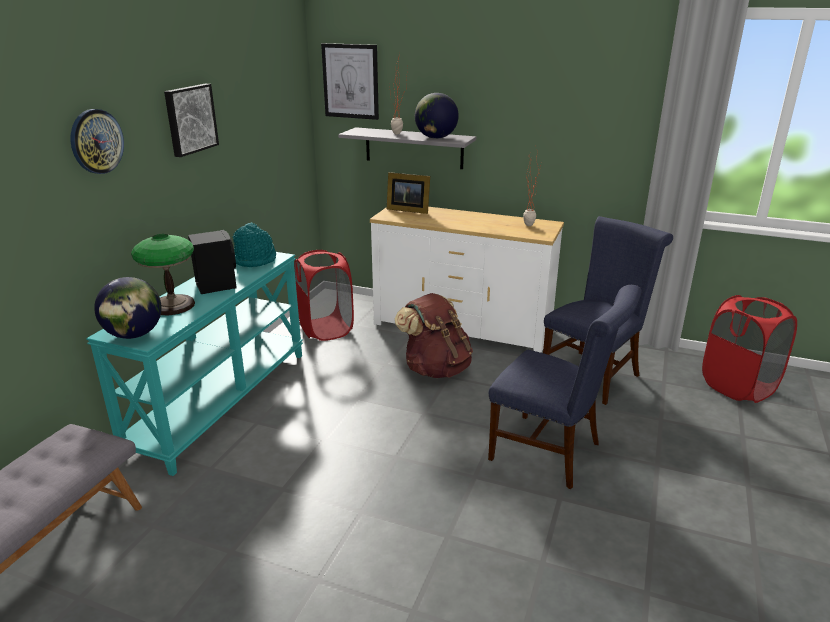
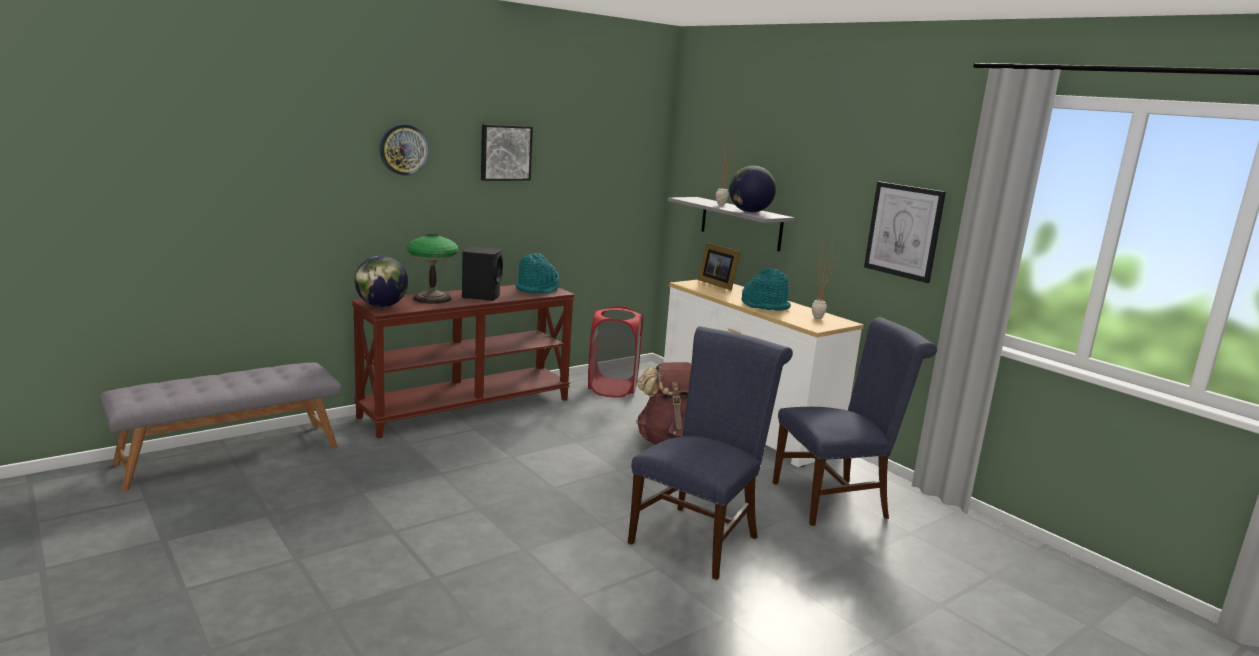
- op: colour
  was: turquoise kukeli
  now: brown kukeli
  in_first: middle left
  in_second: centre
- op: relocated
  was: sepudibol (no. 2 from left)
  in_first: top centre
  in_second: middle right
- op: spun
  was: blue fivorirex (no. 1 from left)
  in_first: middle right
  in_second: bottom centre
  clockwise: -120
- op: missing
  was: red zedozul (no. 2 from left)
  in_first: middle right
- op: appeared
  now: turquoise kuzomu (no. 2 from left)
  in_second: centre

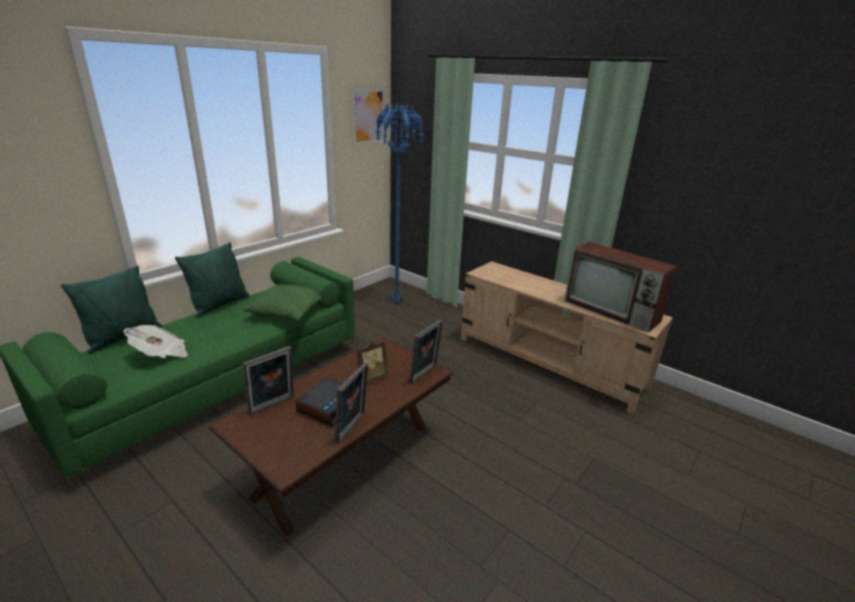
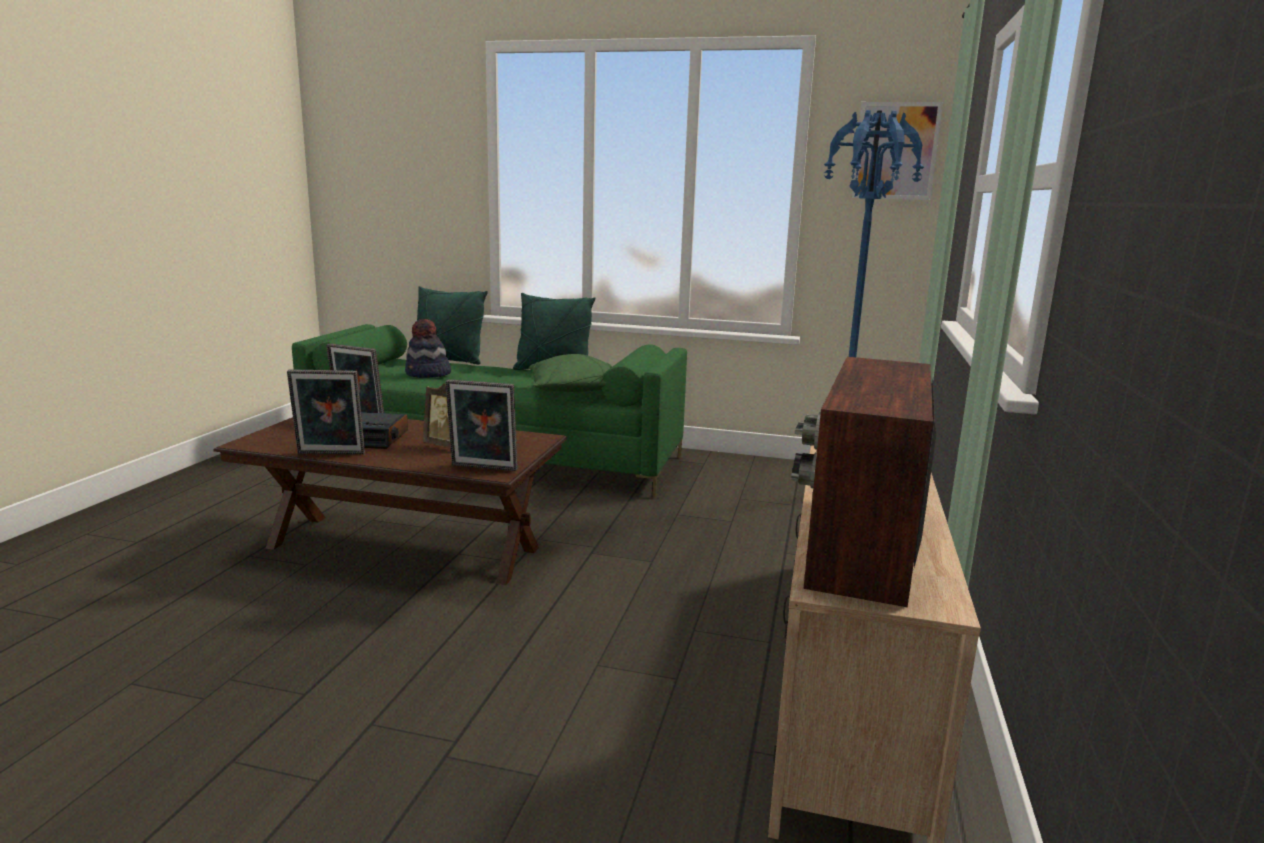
- op: exchanged
  was: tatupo
  now: kuzomu
  in_first: middle left
  in_second: centre

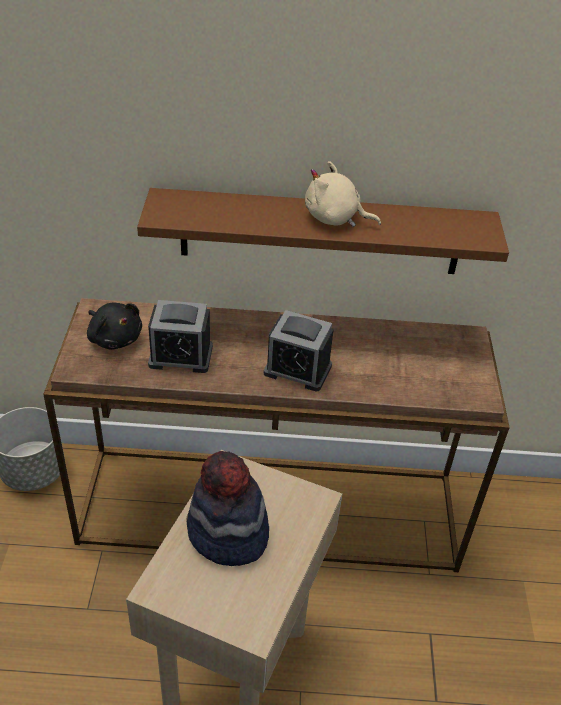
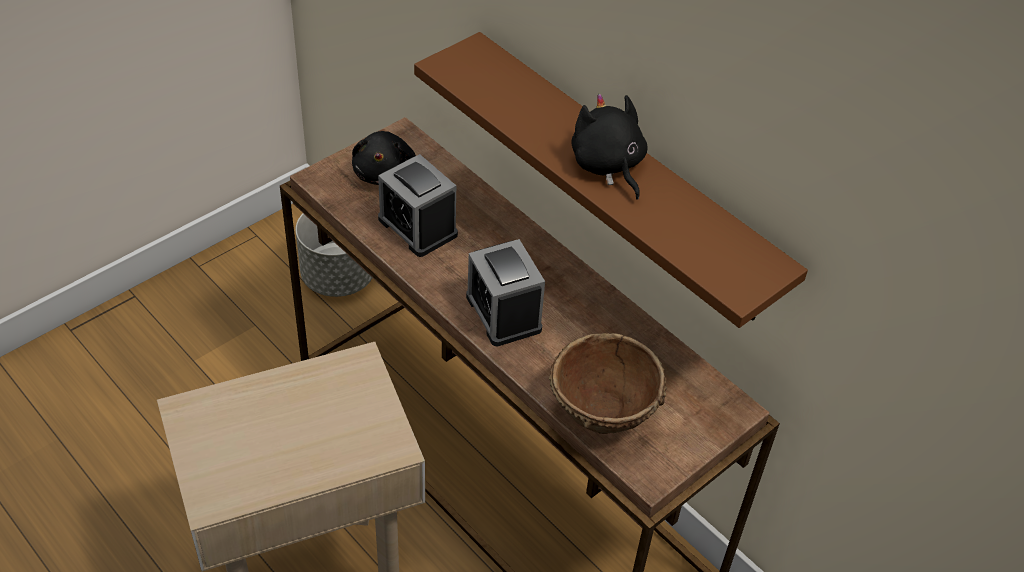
- op: missing
  was: kuzomu
  in_first: bottom centre
- op: colour
  was: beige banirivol
  now: black banirivol (no. 2 from left)
  in_first: top centre
  in_second: top centre
- op: appeared
  now: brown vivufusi
  in_second: bottom centre

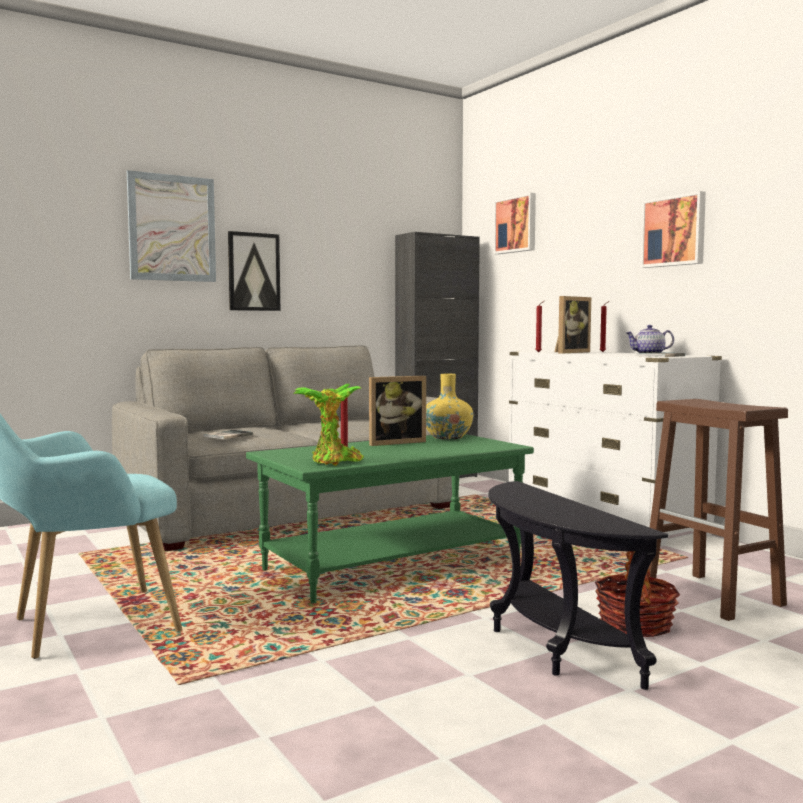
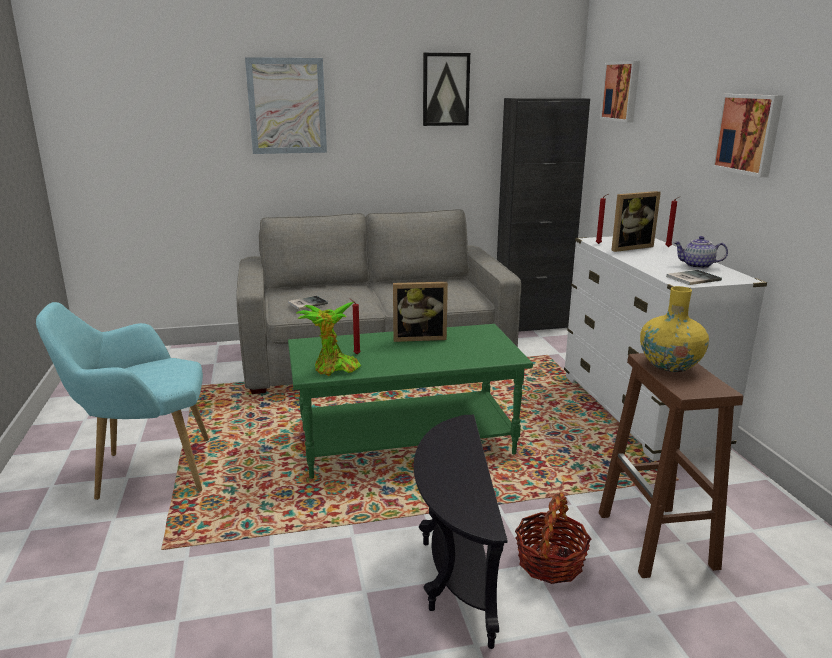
- op: relocated
  was: sepudibol (no. 2 from left)
  in_first: middle left
  in_second: top centre
- op: relocated
  was: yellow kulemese
  in_first: centre
  in_second: middle right

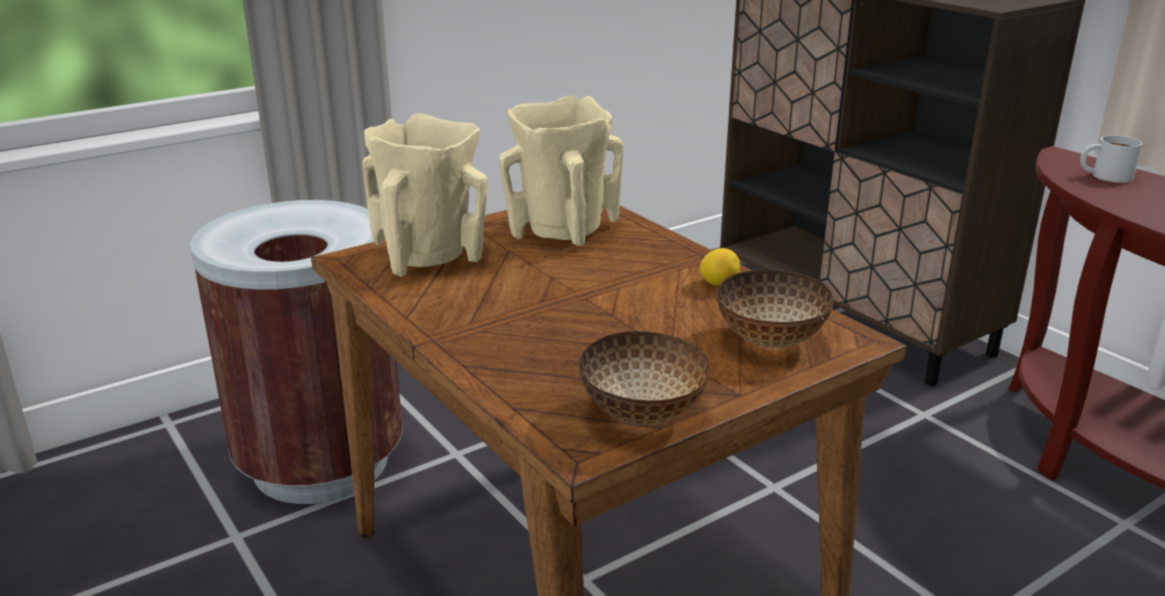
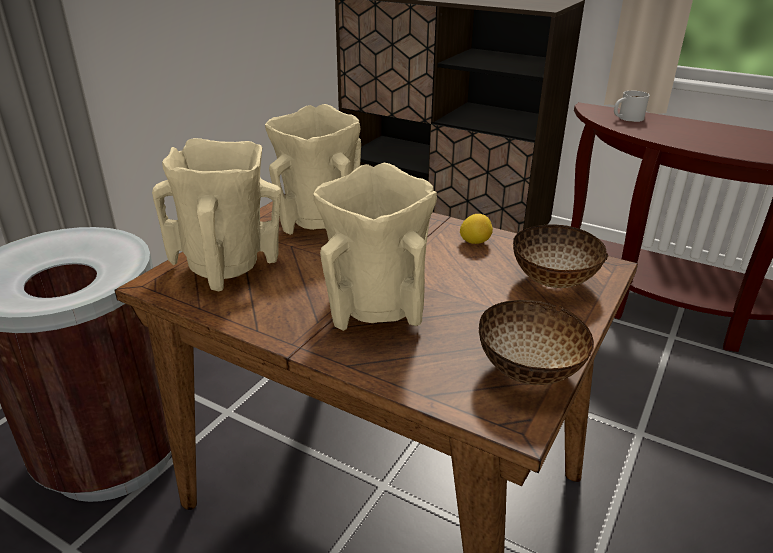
- op: appeared
  now: beige kulemese (no. 3 from left)
  in_second: centre

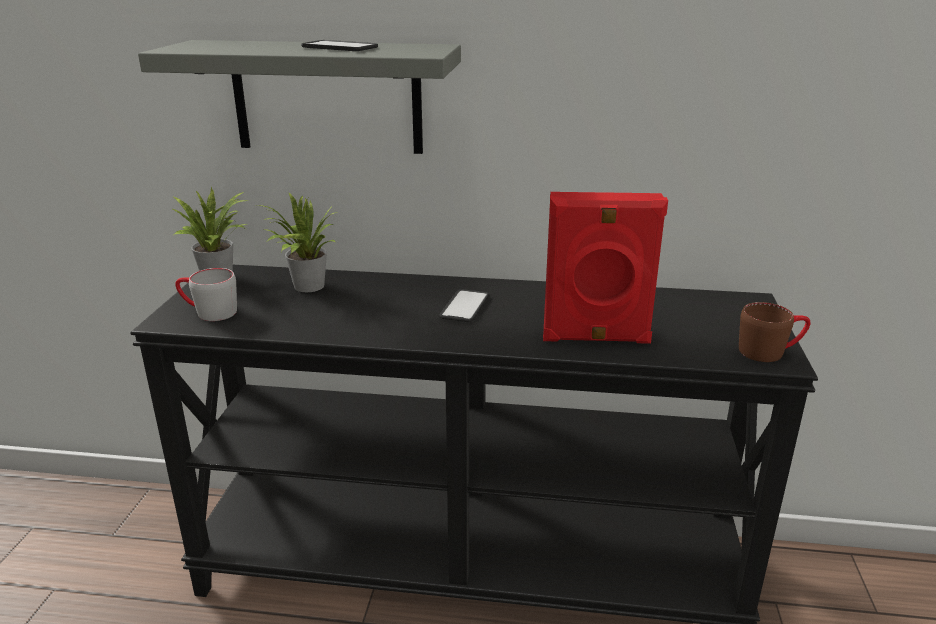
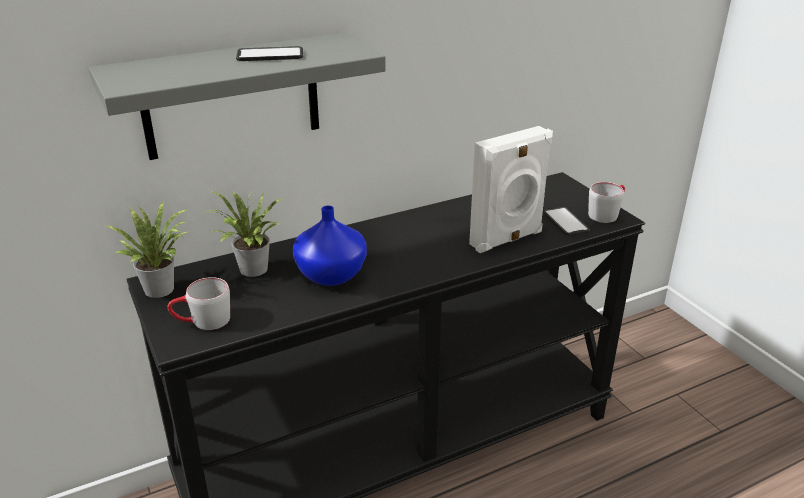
- op: relocated
  was: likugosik (no. 2 from left)
  in_first: centre
  in_second: middle right
- op: colour
  was: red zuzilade
  now: white zuzilade
  in_first: centre
  in_second: centre
- op: colour
  was: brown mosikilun
  now: grey mosikilun (no. 2 from left)
  in_first: middle right
  in_second: middle right
- op: appeared
  now: blue kulemese
  in_second: centre

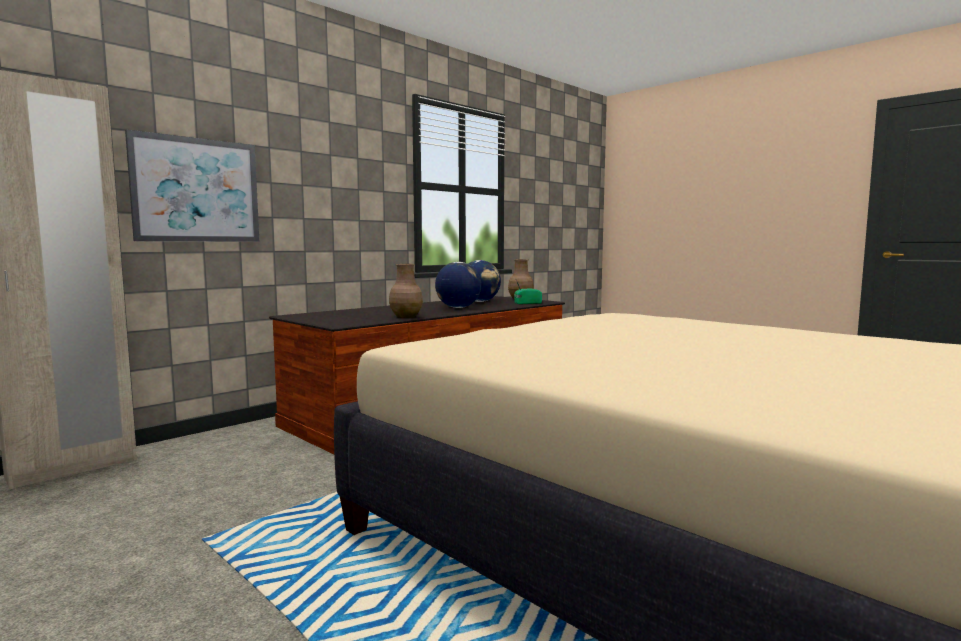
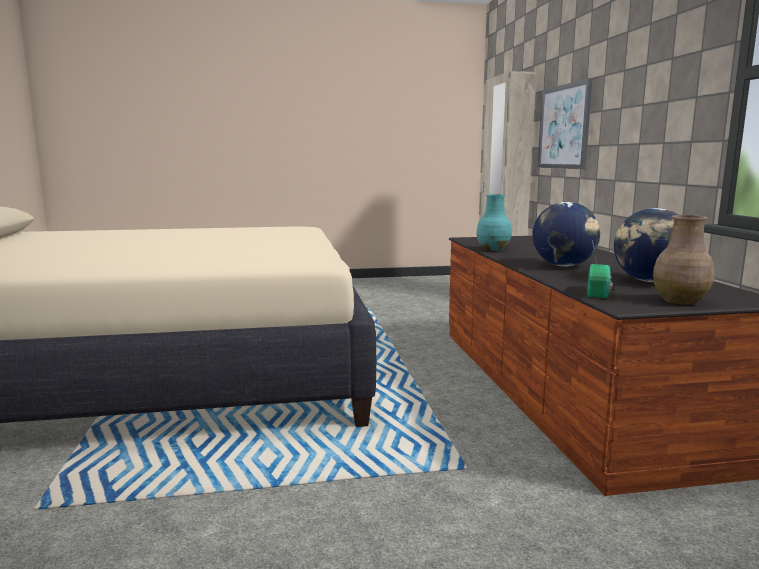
- op: colour
  was: brown kulemese (no. 1 from left)
  now: turquoise kulemese
  in_first: centre
  in_second: centre

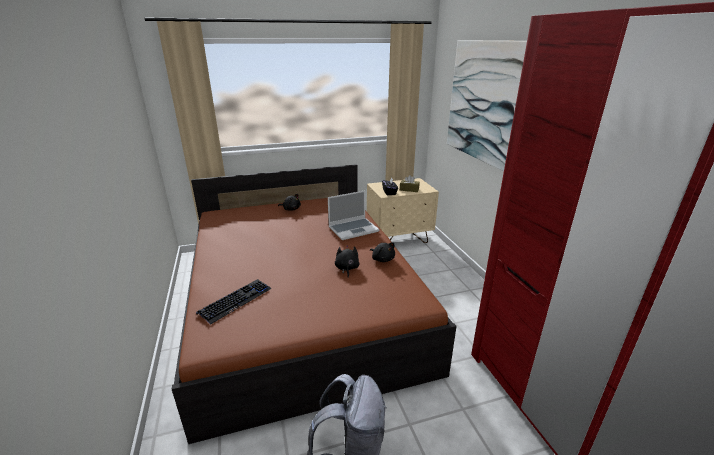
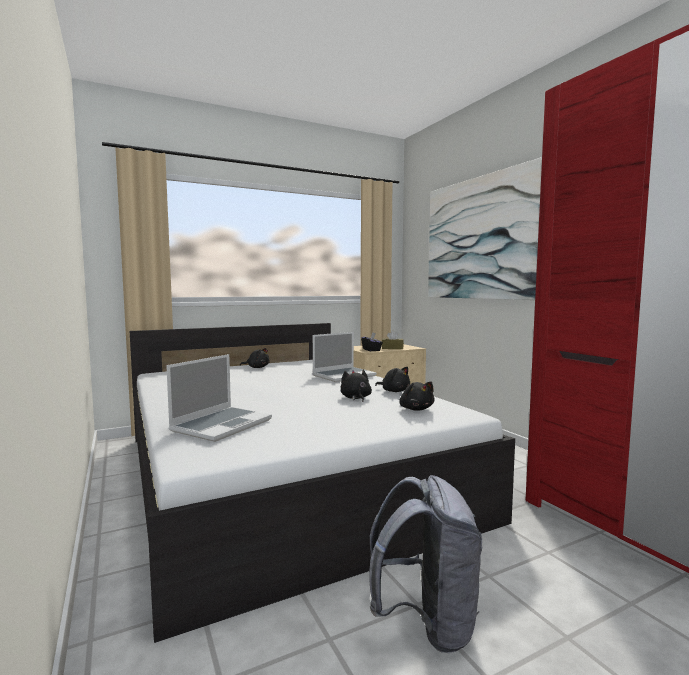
- op: colour
  was: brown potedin
  now: white potedin
  in_first: bottom centre
  in_second: bottom centre
- op: exchanged
  was: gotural
  now: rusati (no. 1 from left)
  in_first: middle left
  in_second: middle left
- op: appeared
  now: black banirivol (no. 4 from left)
  in_second: centre

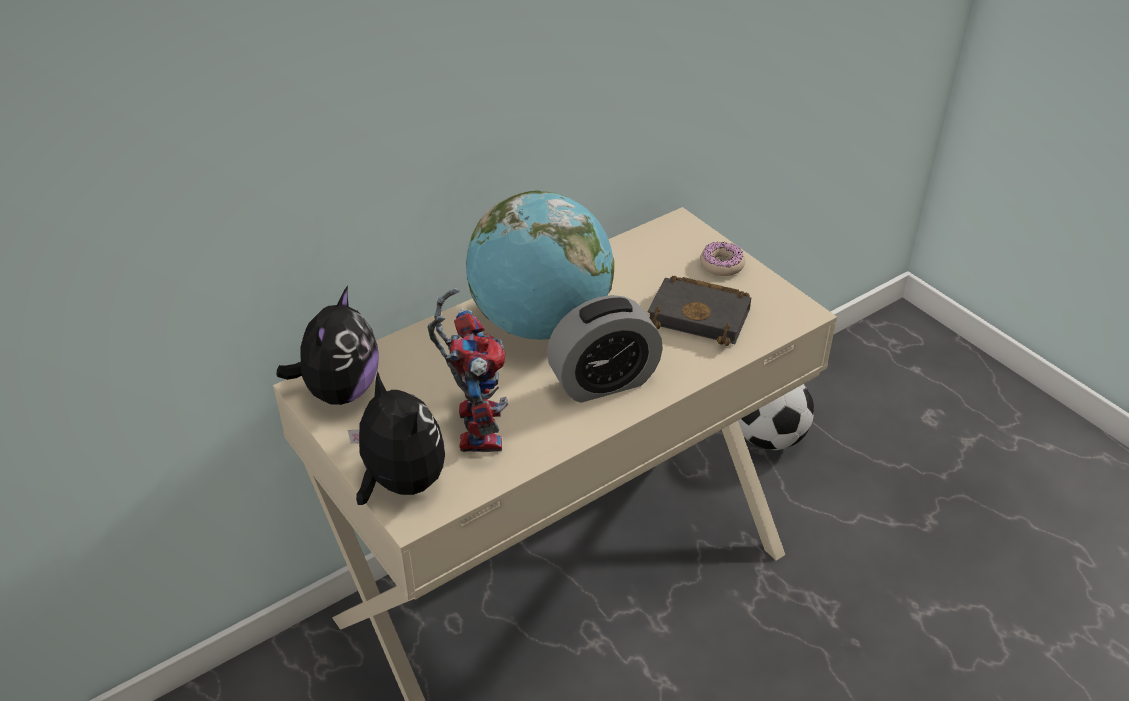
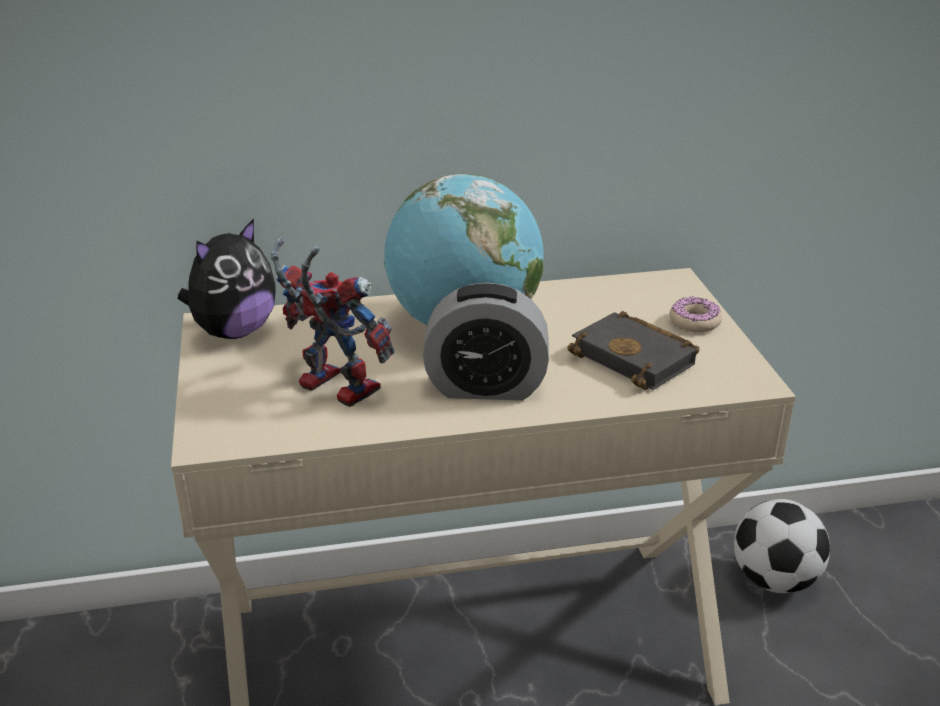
- op: missing
  was: banirivol (no. 2 from left)
  in_first: centre
- op: spun
  was: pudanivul
  in_first: centre
  in_second: centre
  clockwise: -75

